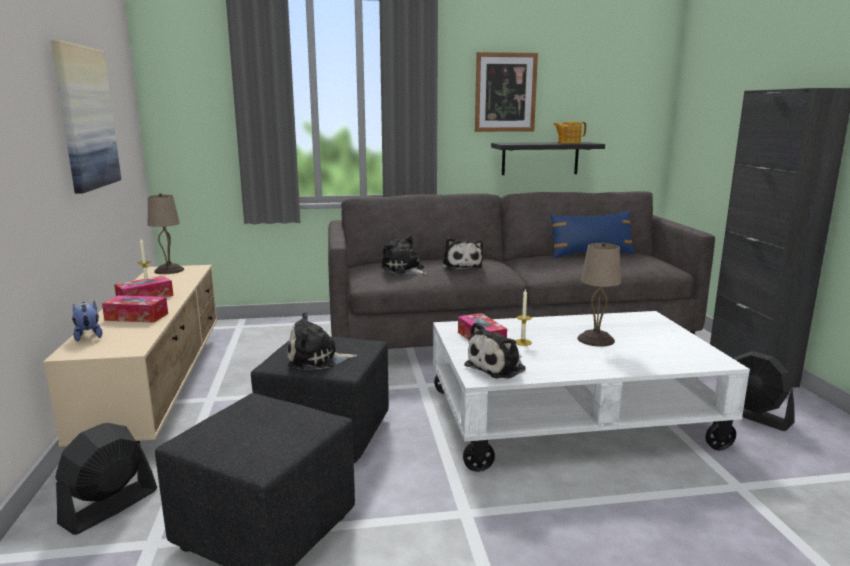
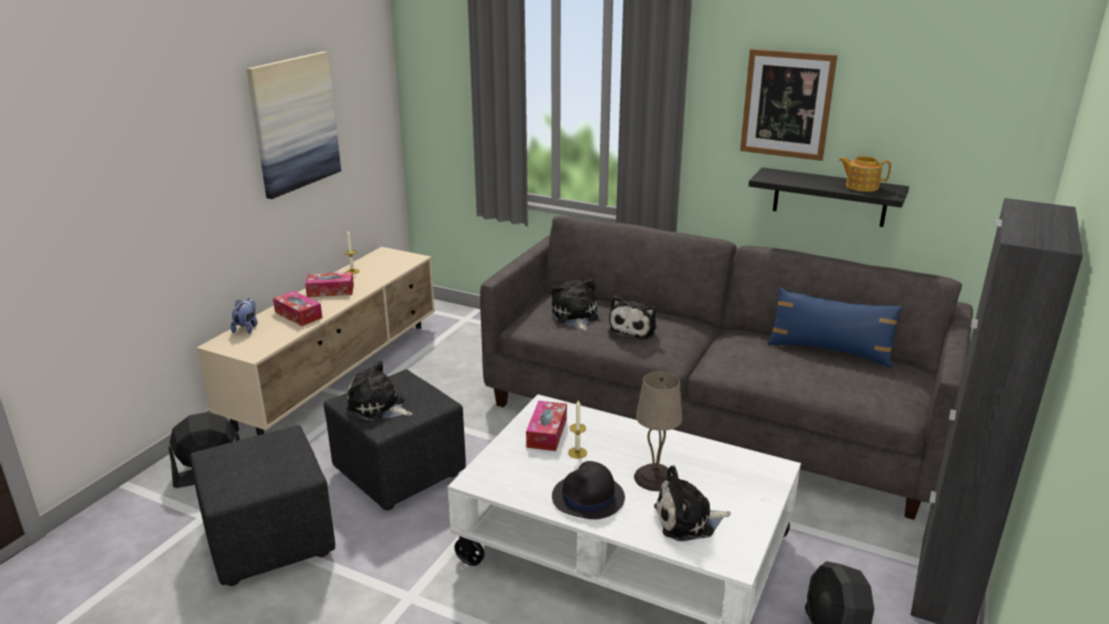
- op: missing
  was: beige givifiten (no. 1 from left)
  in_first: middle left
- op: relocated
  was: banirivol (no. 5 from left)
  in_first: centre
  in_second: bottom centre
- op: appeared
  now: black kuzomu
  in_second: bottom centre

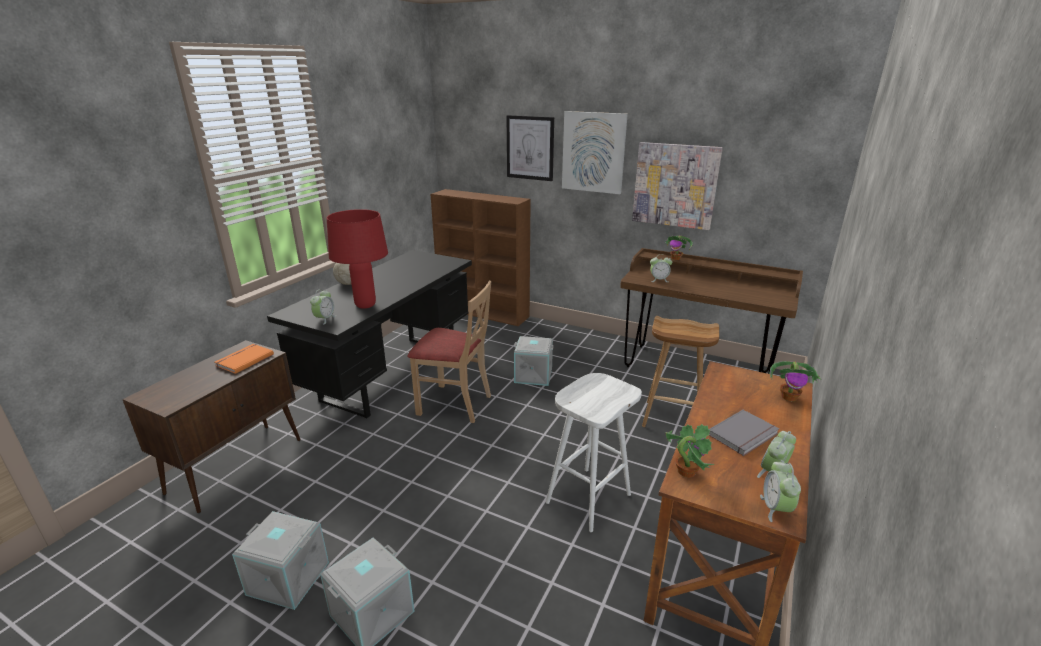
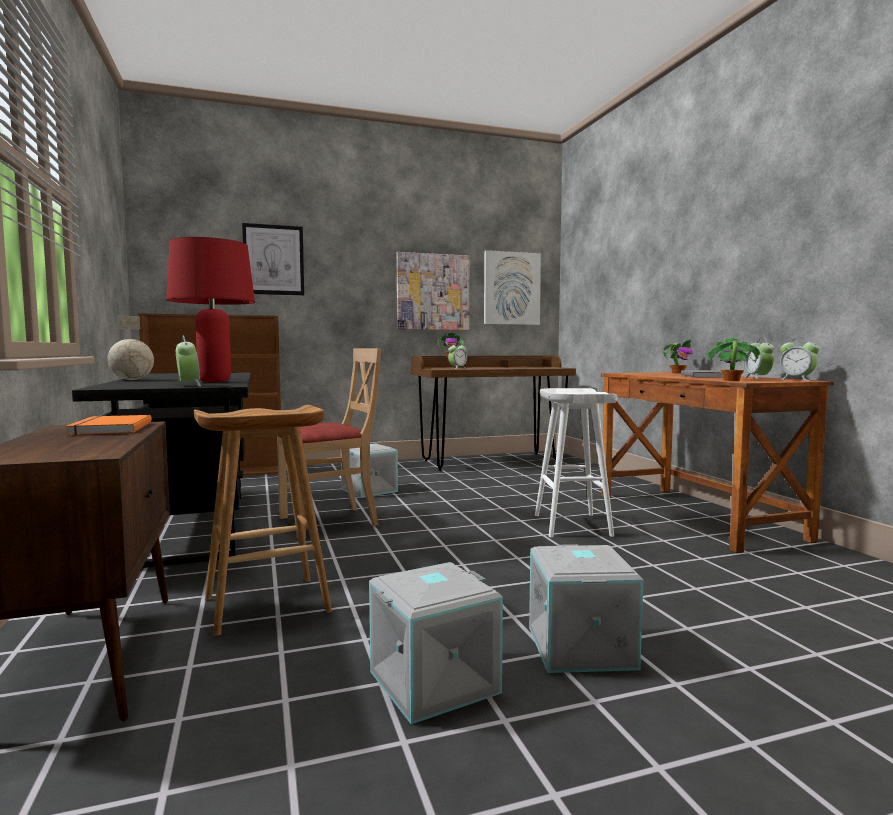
- op: relocated
  was: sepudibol (no. 2 from left in the first image)
  now: sepudibol (no. 3 from left)
  in_first: top centre
  in_second: centre
- op: relocated
  was: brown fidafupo
  in_first: centre
  in_second: middle left

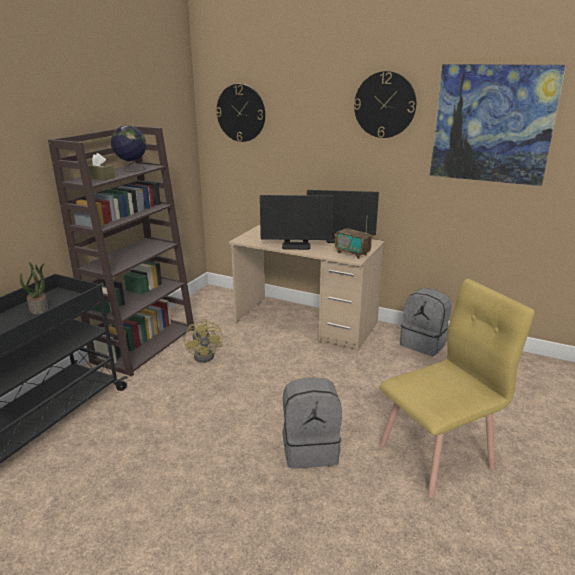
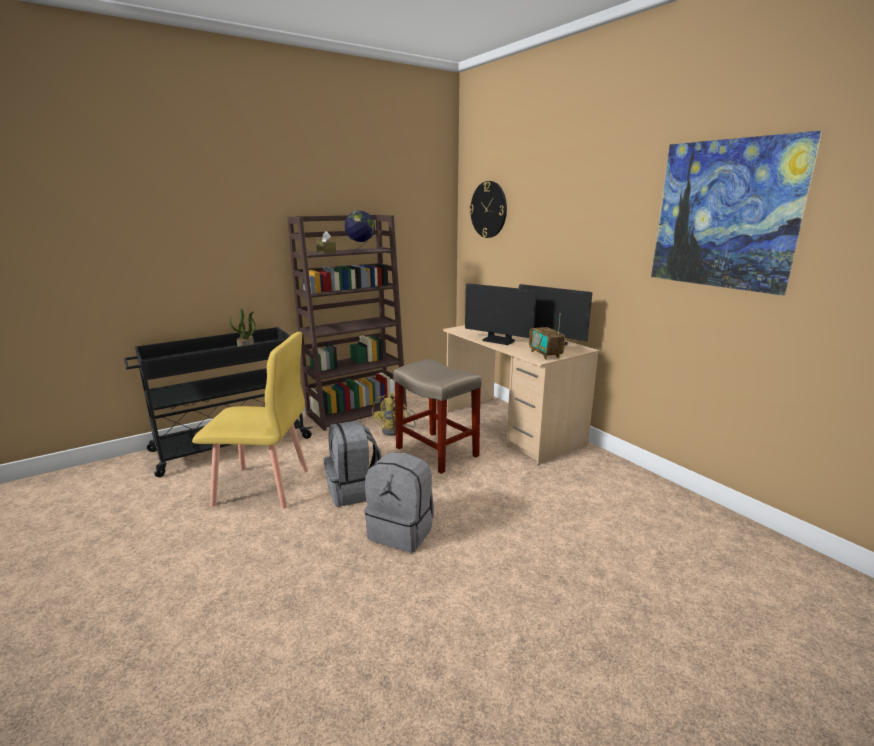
- op: missing
  was: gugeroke (no. 2 from left)
  in_first: top right
- op: relocated
  was: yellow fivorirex
  in_first: bottom right
  in_second: middle left
- op: relocated
  was: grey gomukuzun (no. 2 from left in the first image)
  now: grey gomukuzun (no. 1 from left)
  in_first: middle right
  in_second: centre
- op: appeared
  now: beige fidafupo
  in_second: centre

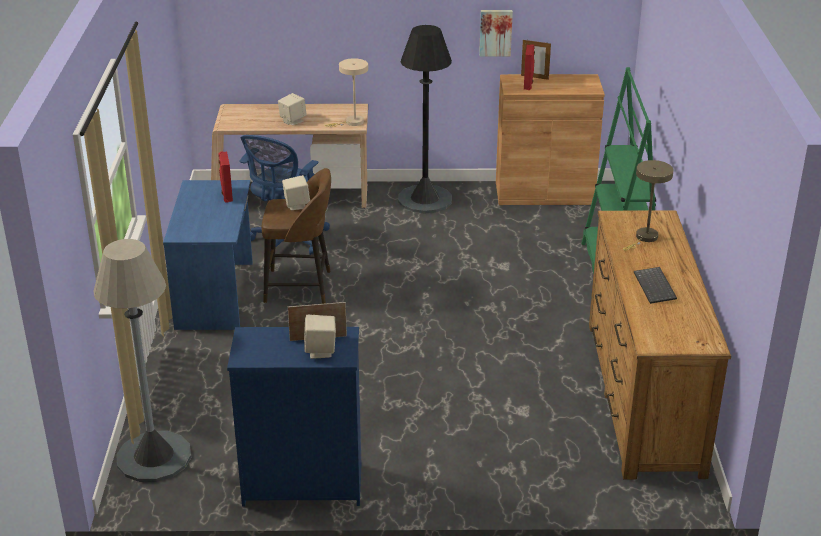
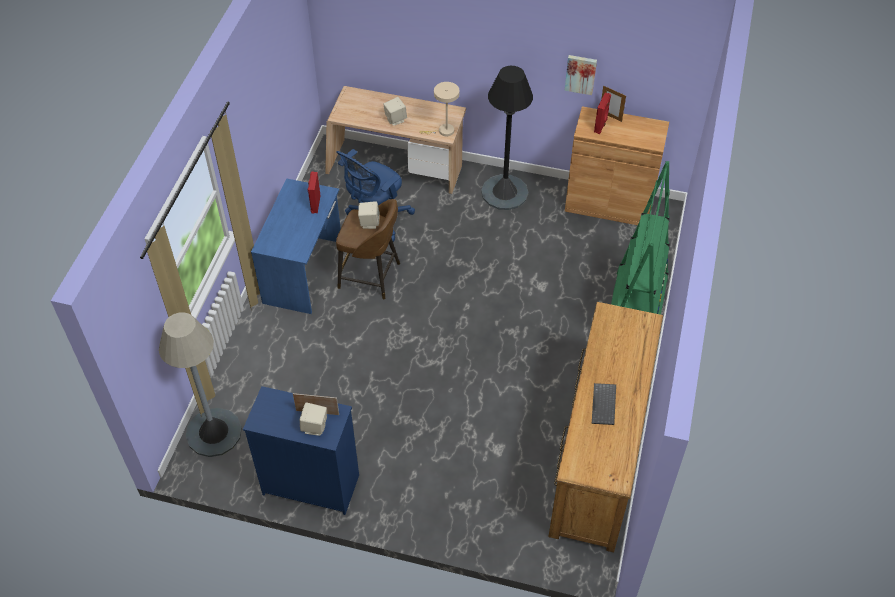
- op: missing
  was: beige givifiten (no. 2 from left)
  in_first: middle right

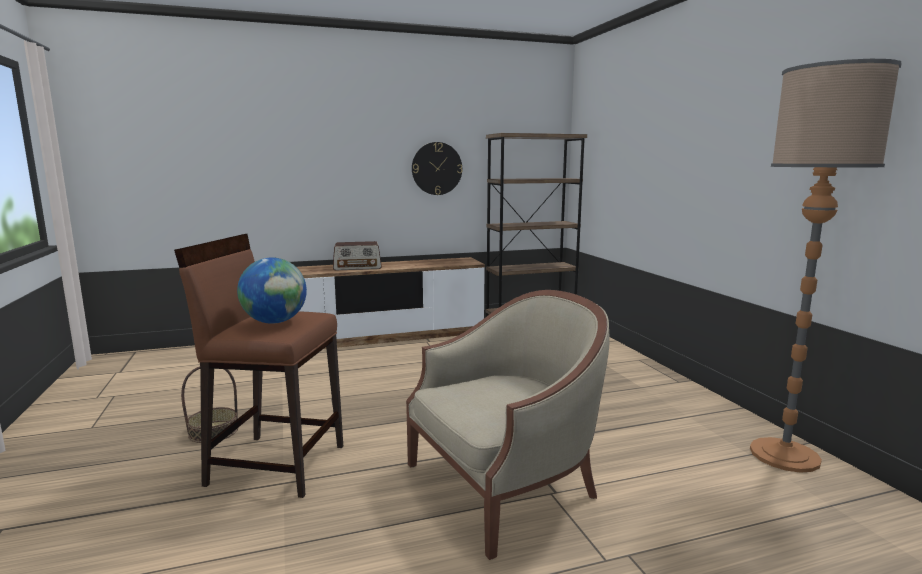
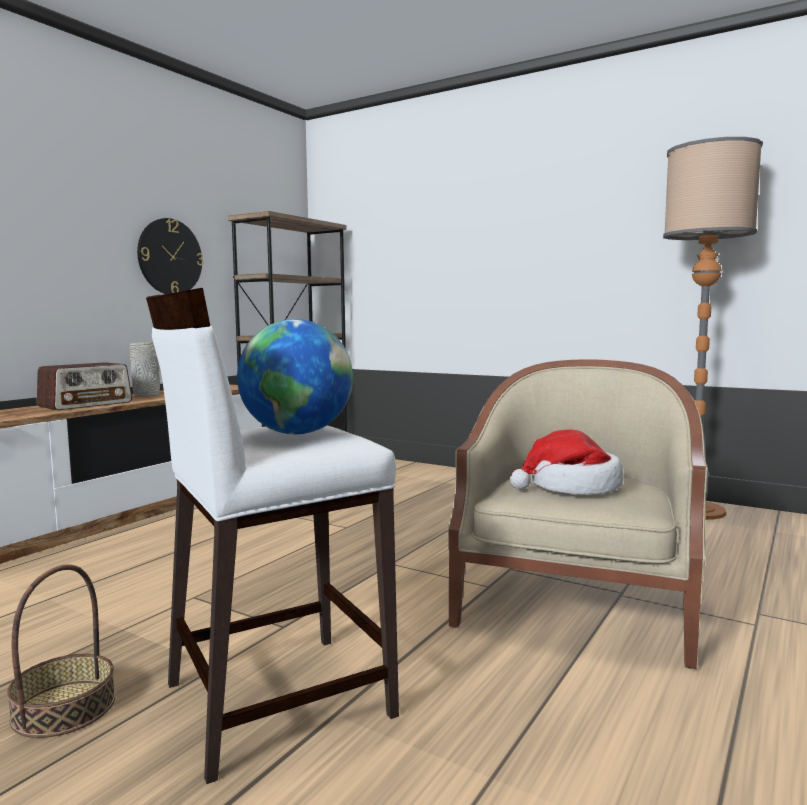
- op: colour
  was: brown fidafupo
  now: white fidafupo
  in_first: middle left
  in_second: centre
- op: appeared
  now: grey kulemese
  in_second: middle left
- op: appeared
  now: kuzomu
  in_second: middle right

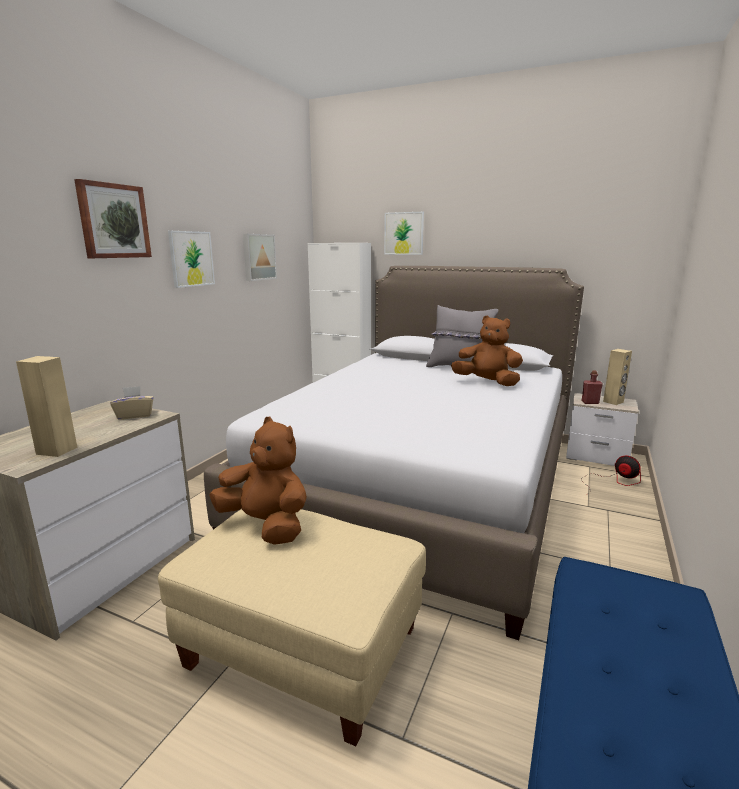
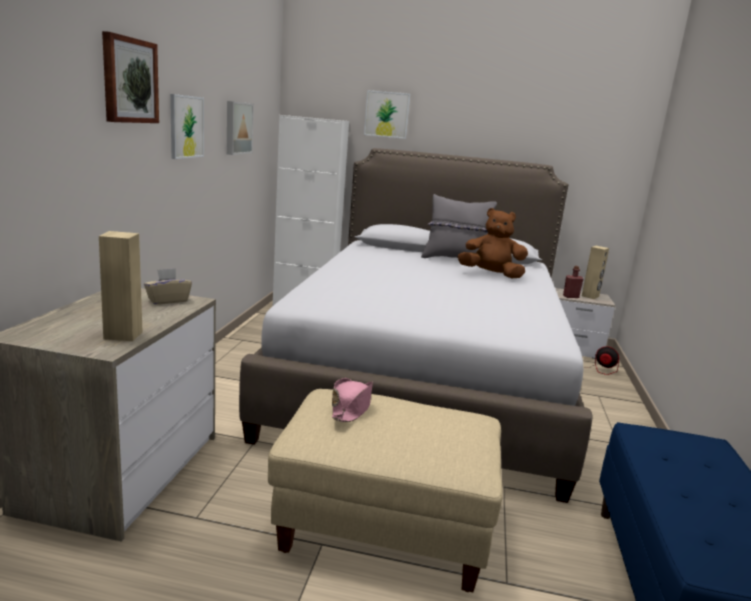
- op: exchanged
  was: brown banirivol (no. 1 from left)
  now: pink kuzomu
  in_first: centre
  in_second: centre

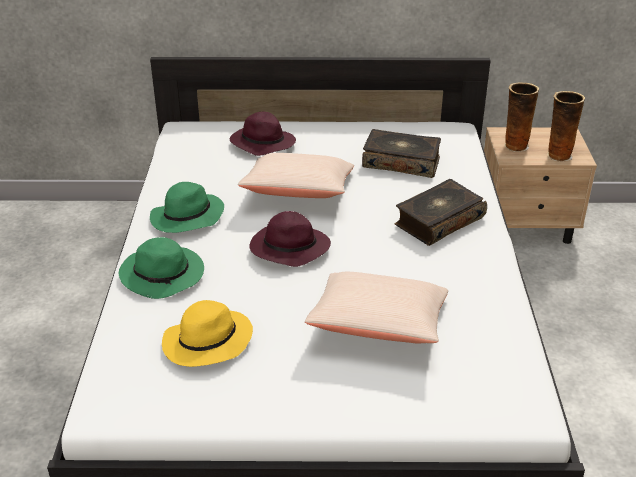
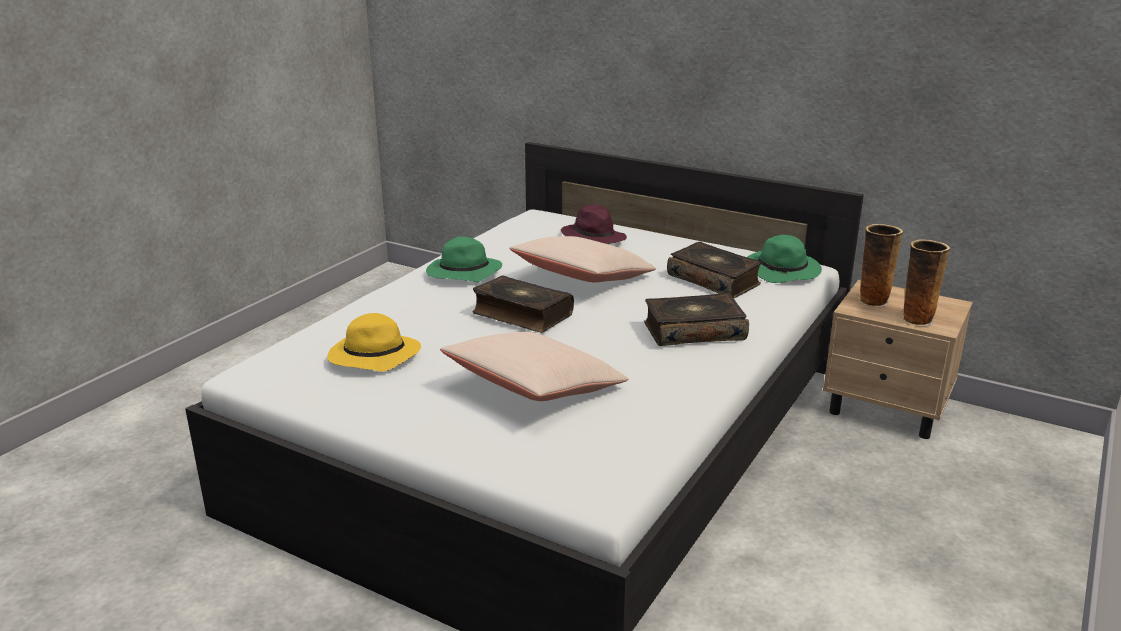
- op: relocated
  was: green kuzomu (no. 1 from left in the first image)
  now: green kuzomu (no. 2 from left)
  in_first: middle left
  in_second: middle right
- op: exchanged
  was: purple kuzomu (no. 2 from left)
  now: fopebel (no. 1 from left)
  in_first: centre
  in_second: centre

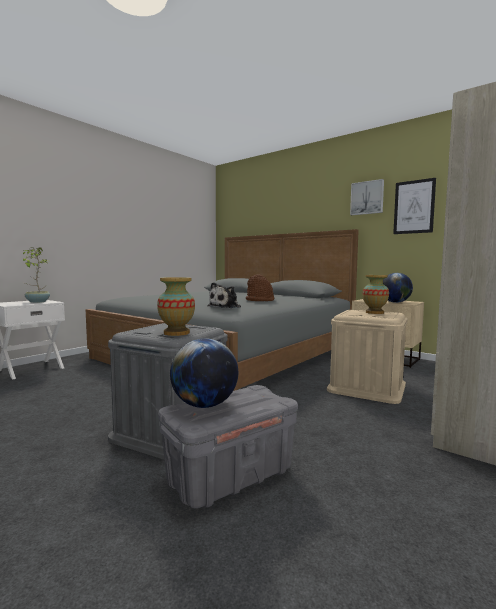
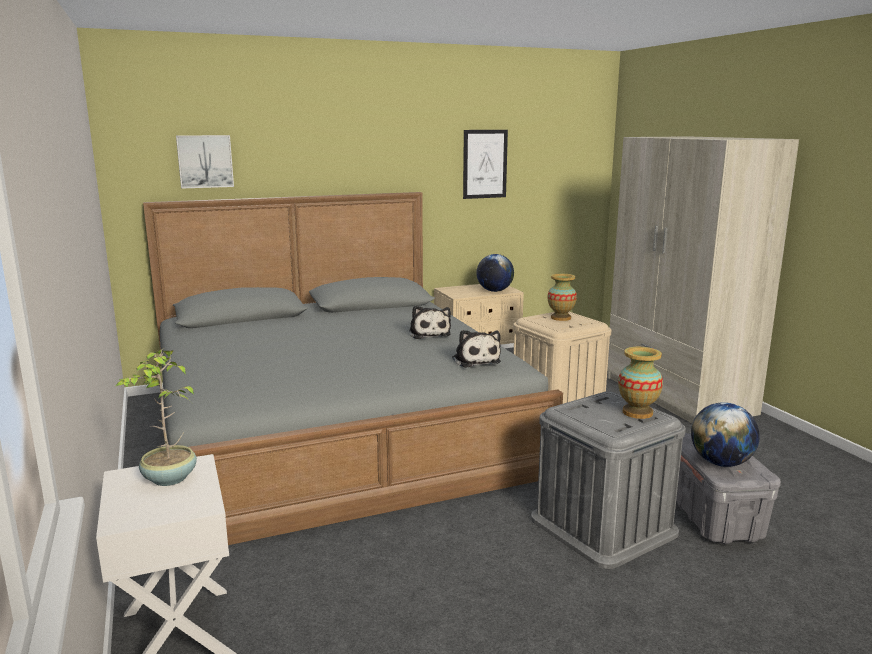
- op: exchanged
  was: brown kuzomu
  now: banirivol (no. 1 from left)
  in_first: centre
  in_second: centre
- op: relocated
  was: sepudibol (no. 1 from left)
  in_first: top right
  in_second: top left

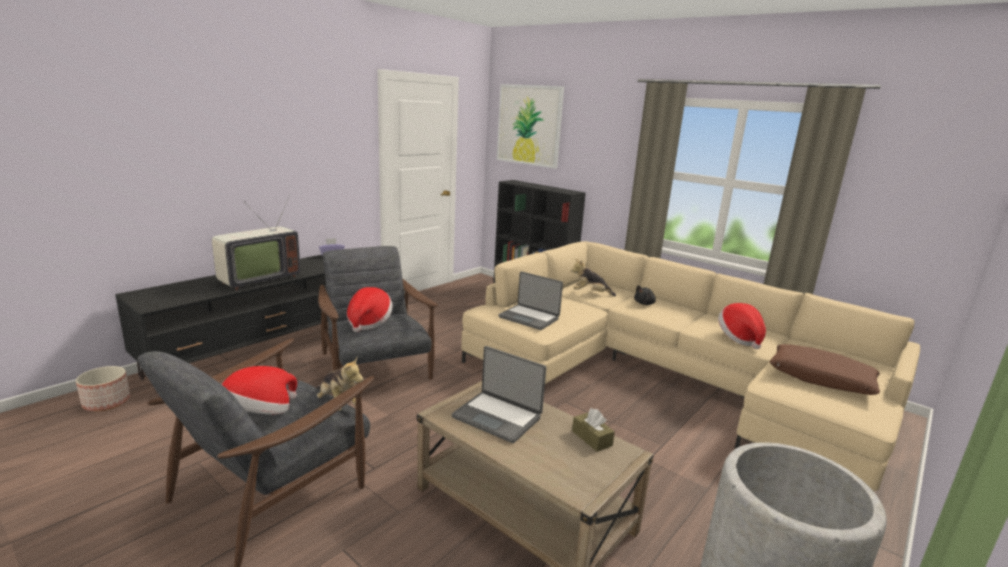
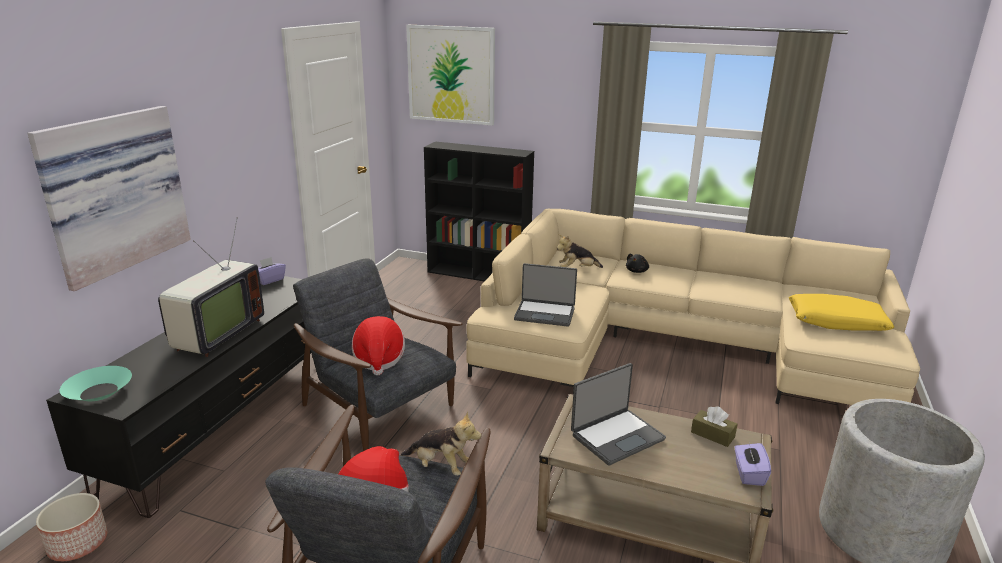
- op: spun
  was: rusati (no. 1 from left in the first image)
  in_first: bottom centre
  in_second: bottom centre
  clockwise: -45
- op: missing
  was: kuzomu (no. 3 from left)
  in_first: middle right
- op: colour
  was: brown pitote
  now: yellow pitote
  in_first: middle right
  in_second: middle right
- op: appeared
  now: sepudibol (no. 1 from left)
  in_second: middle left
- op: appeared
  now: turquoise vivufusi
  in_second: bottom left
- op: appeared
  now: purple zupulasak (no. 2 from left)
  in_second: bottom right

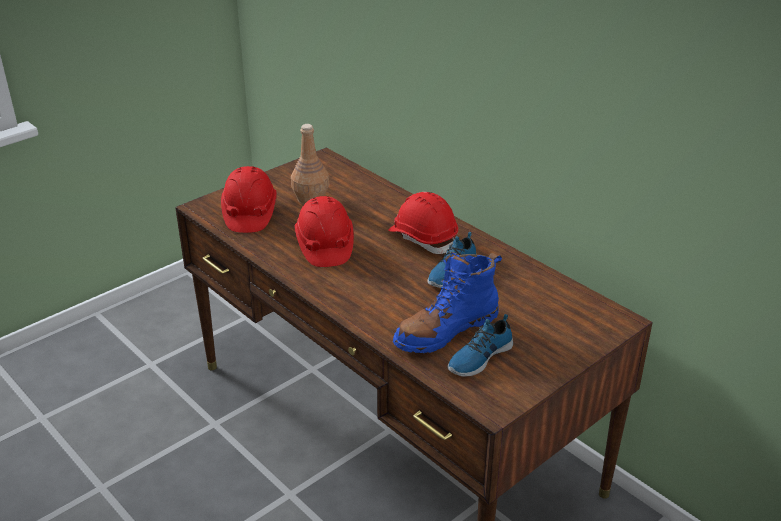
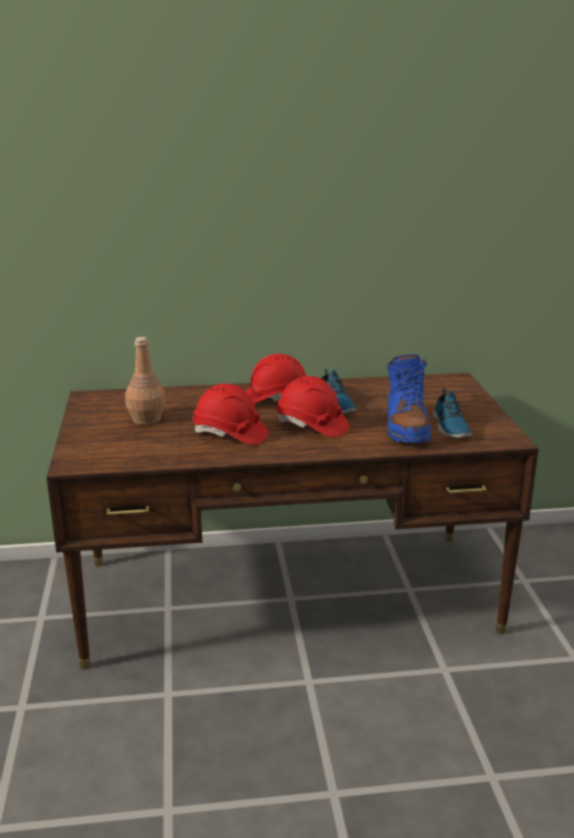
- op: relocated
  was: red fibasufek (no. 1 from left in the first image)
  now: red fibasufek (no. 3 from left)
  in_first: middle left
  in_second: centre

